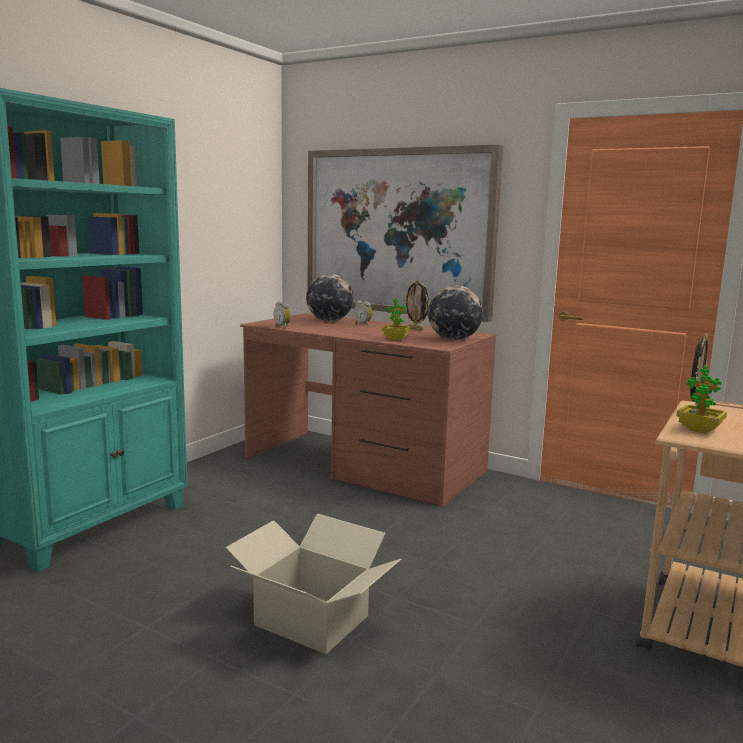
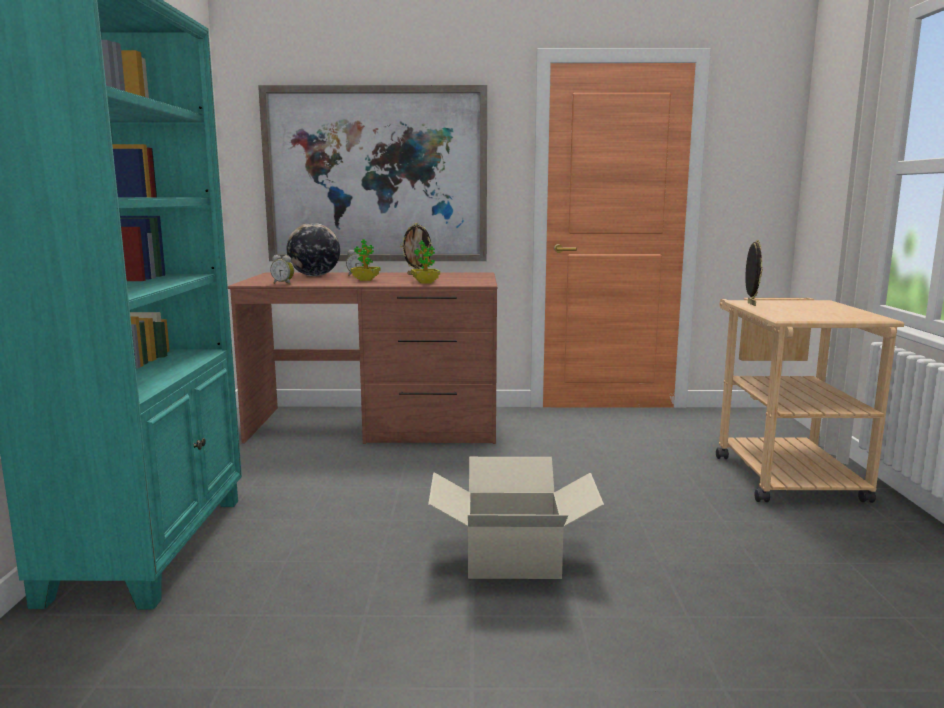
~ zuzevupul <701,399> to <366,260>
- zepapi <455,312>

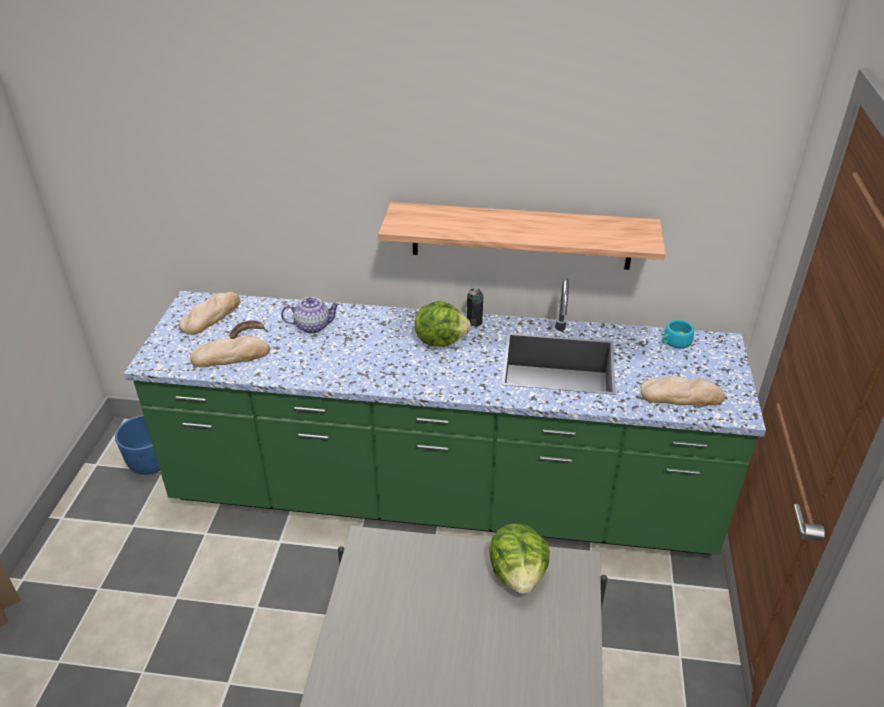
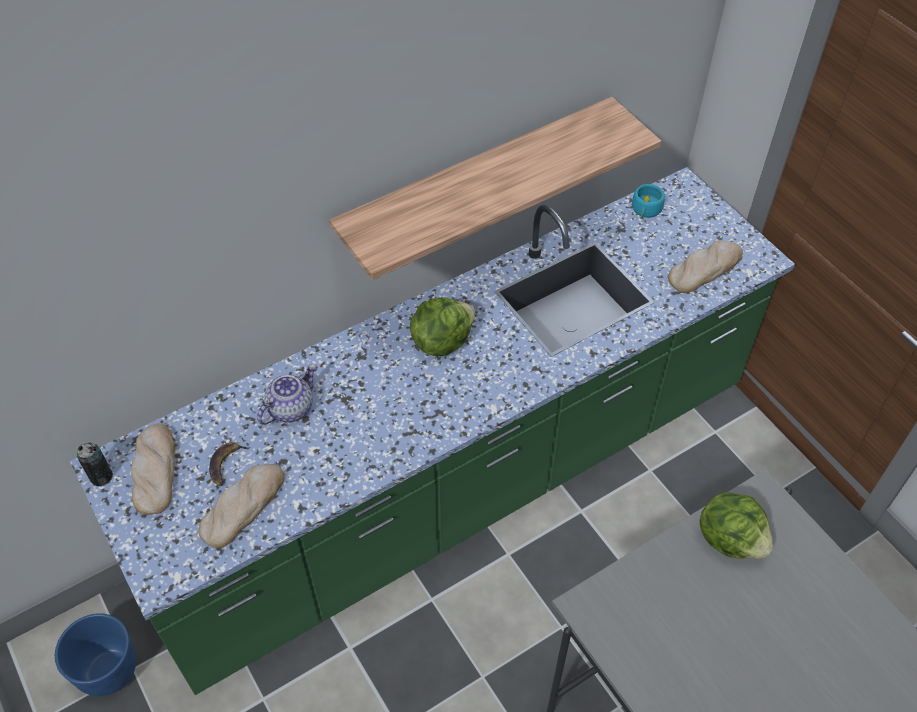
~ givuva <475,307> to <95,464>

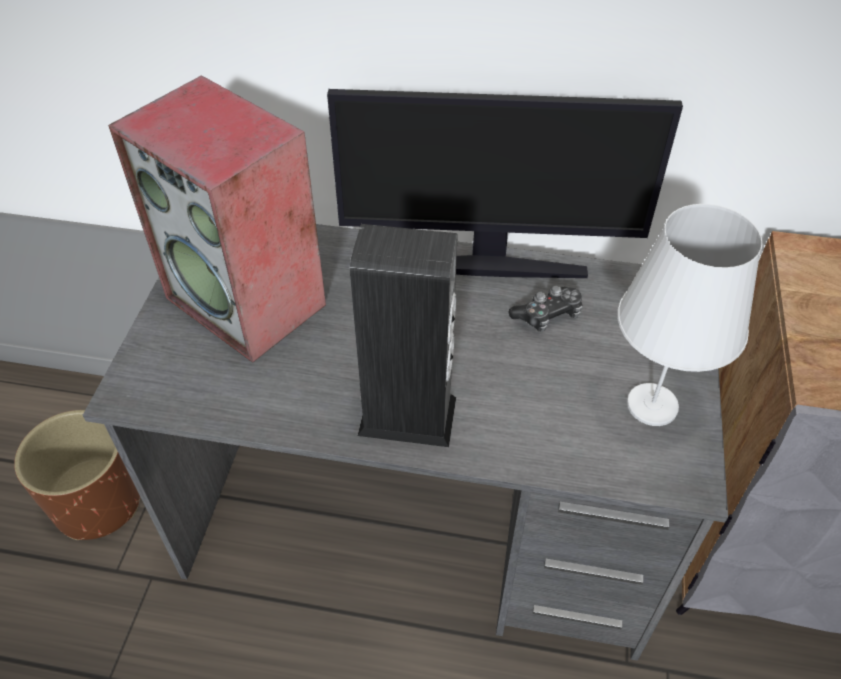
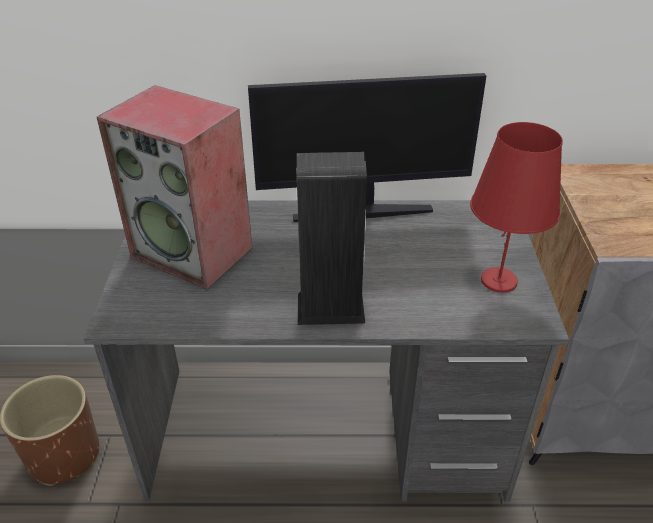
~ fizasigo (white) <690,315> to fizasigo (red) <516,207>
- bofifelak <546,308>

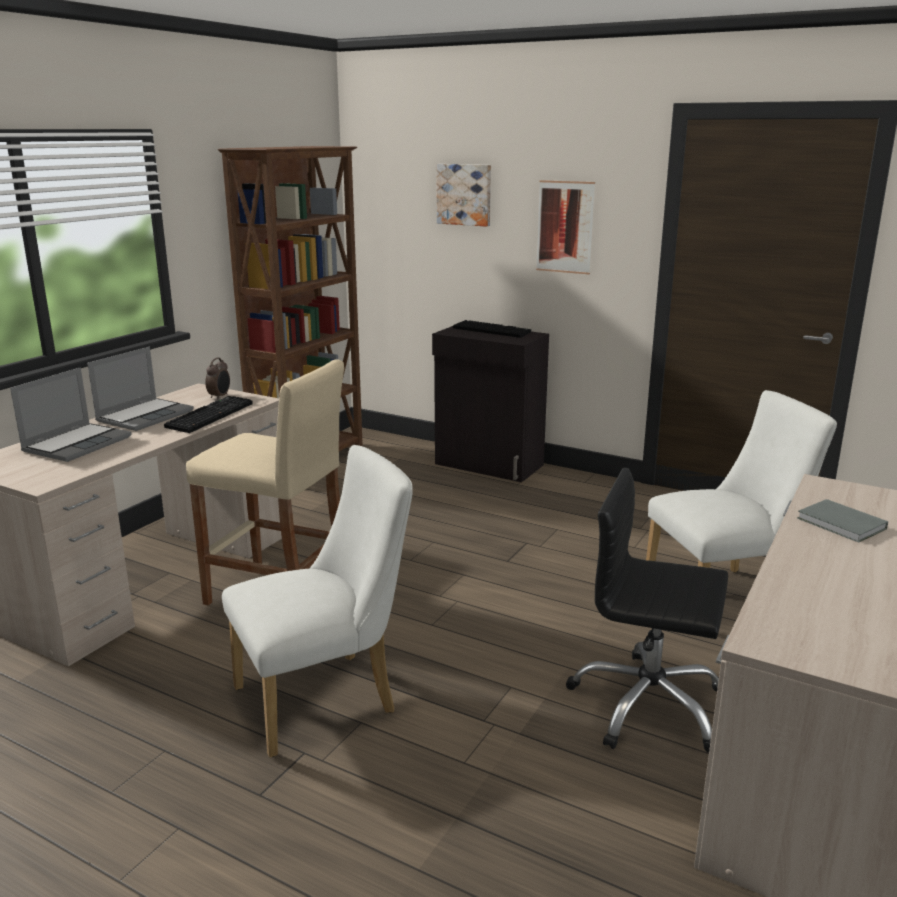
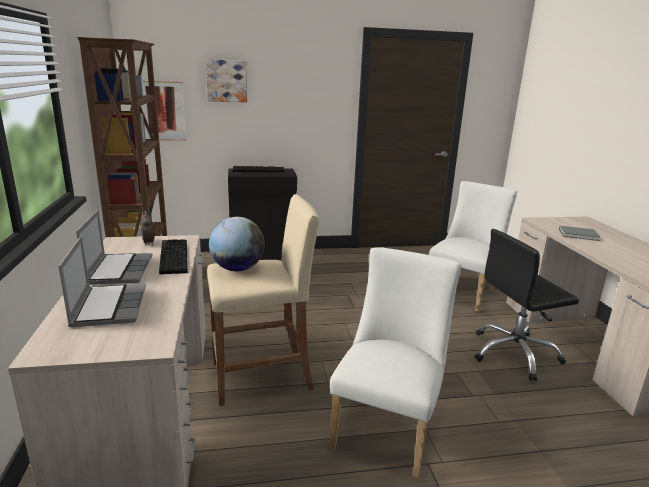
~ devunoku <565,227> to <164,111>
+ zepapi <237,244>

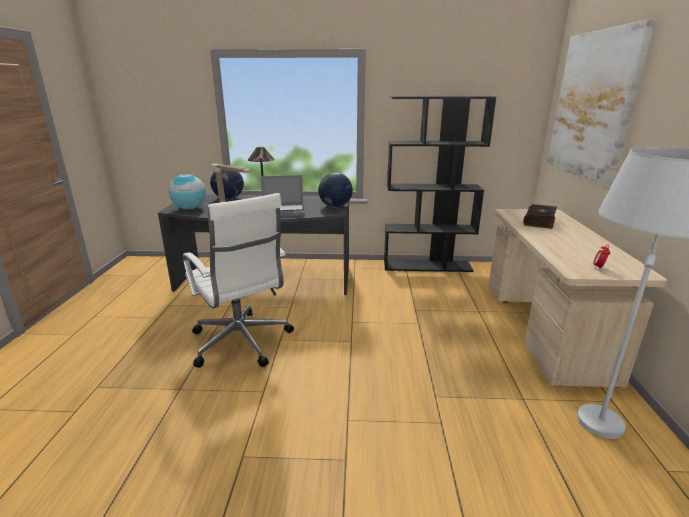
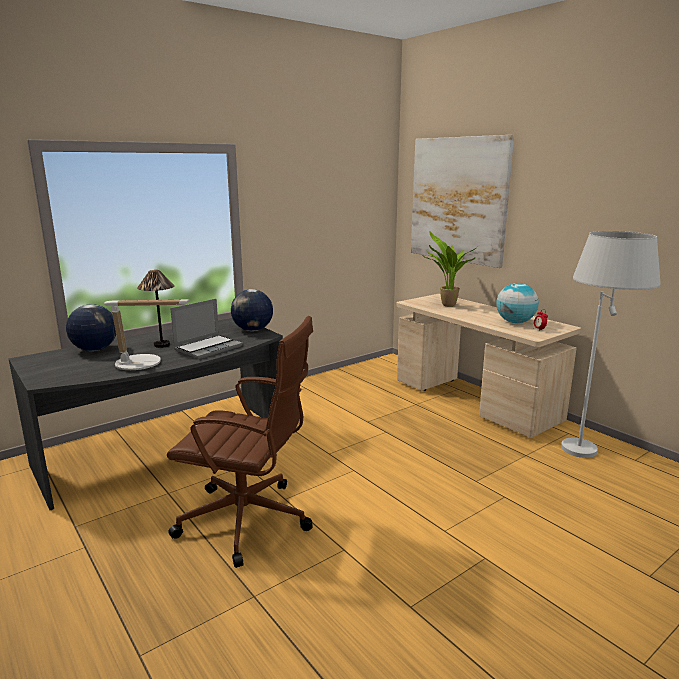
~ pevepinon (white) <238,280> to pevepinon (brown) <240,442>
~ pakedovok <540,216> to zuzevupul <450,269>
~ zepapi <187,192> to <517,303>
- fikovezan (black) <440,184>

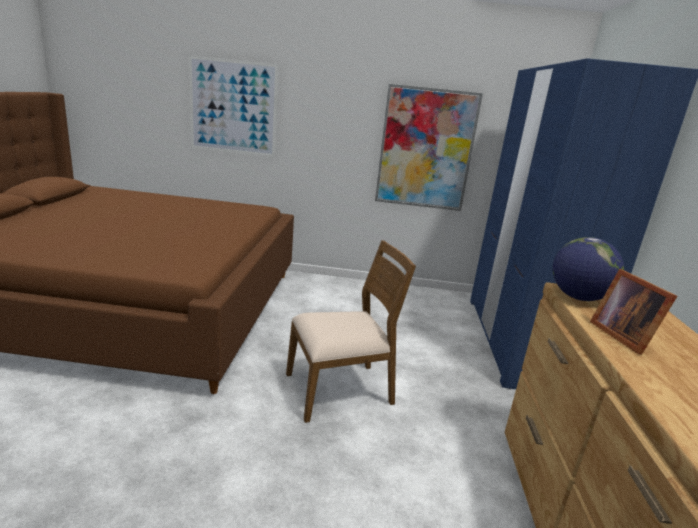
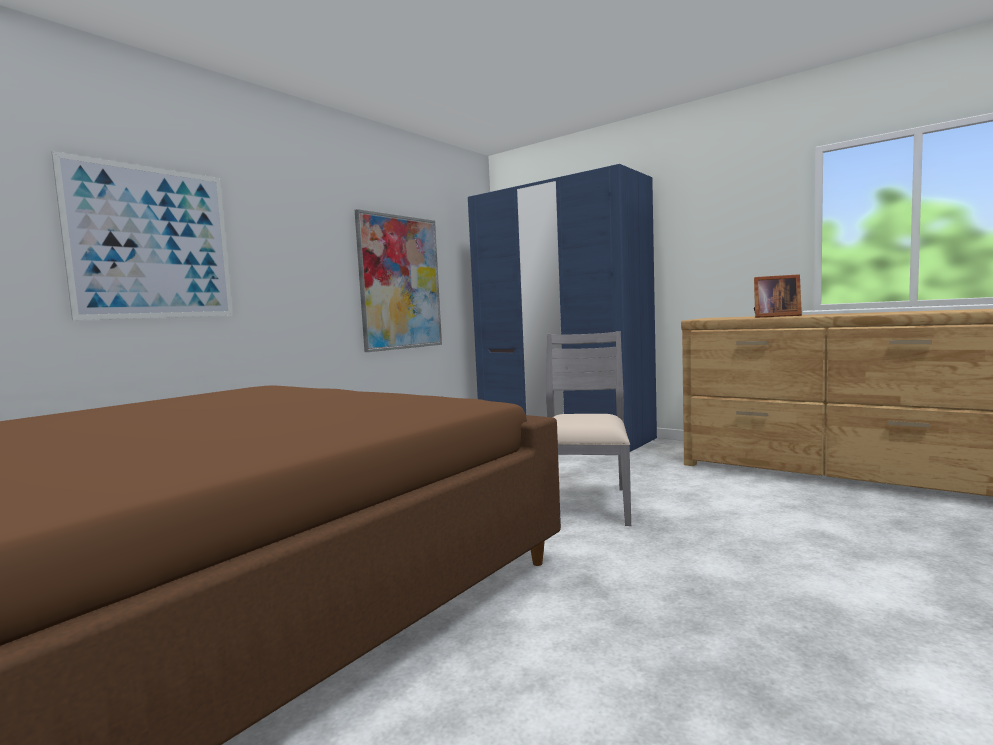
~ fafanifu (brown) <351,331> to fafanifu (grey) <588,428>
- zepapi <588,269>

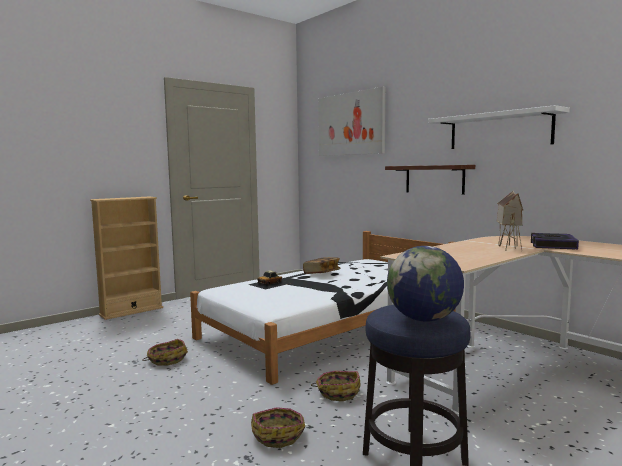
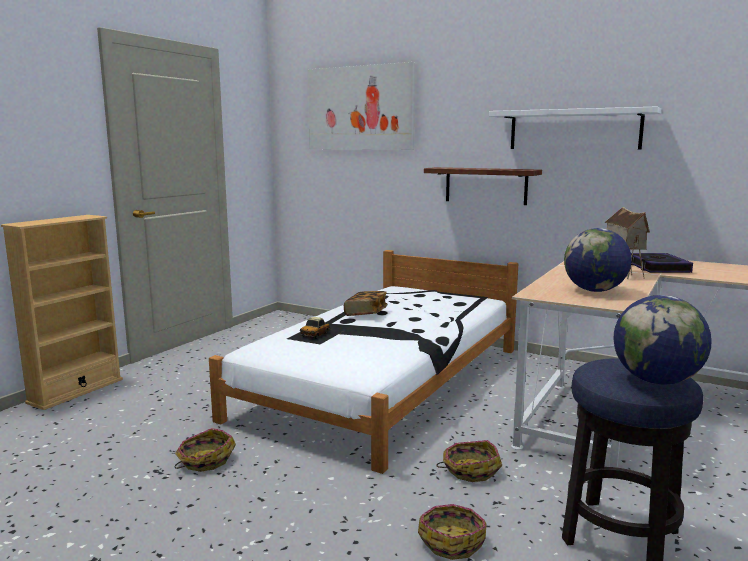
+ zepapi <597,260>

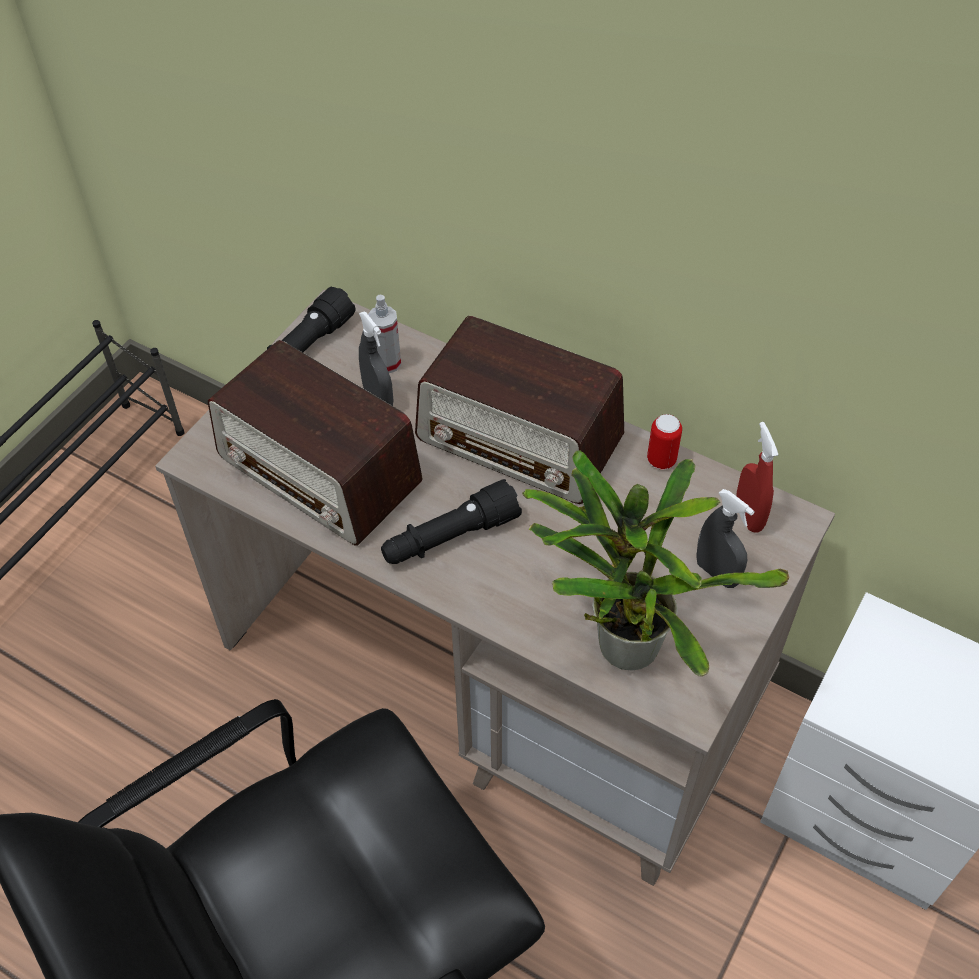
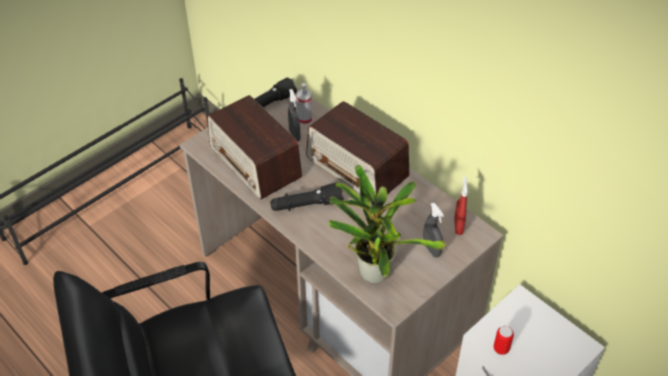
~ givuva <664,442> to <503,340>

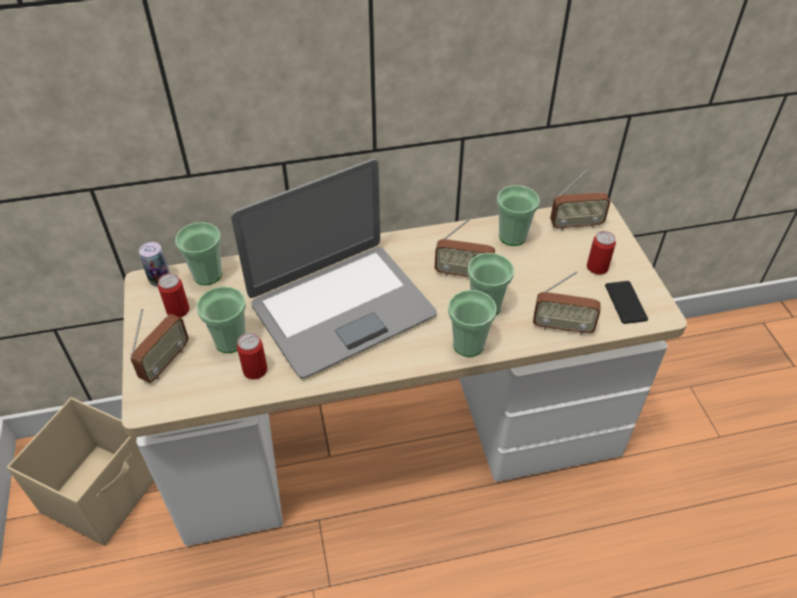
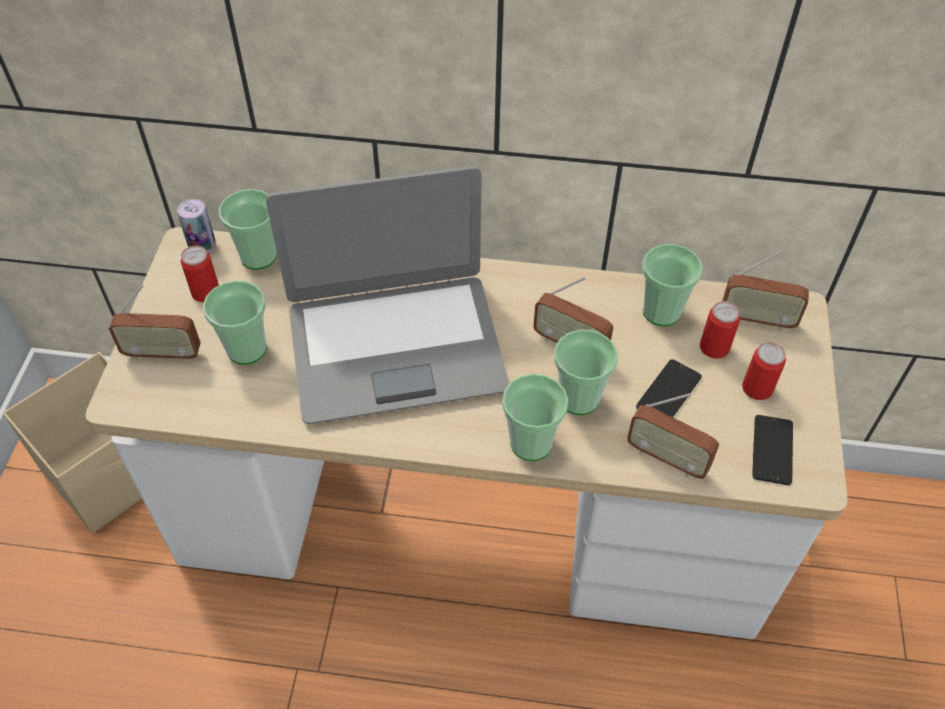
~ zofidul <159,346> = <155,323> 45 degrees clockwise
+ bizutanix <669,388>
~ givuva <252,356> to <720,330>

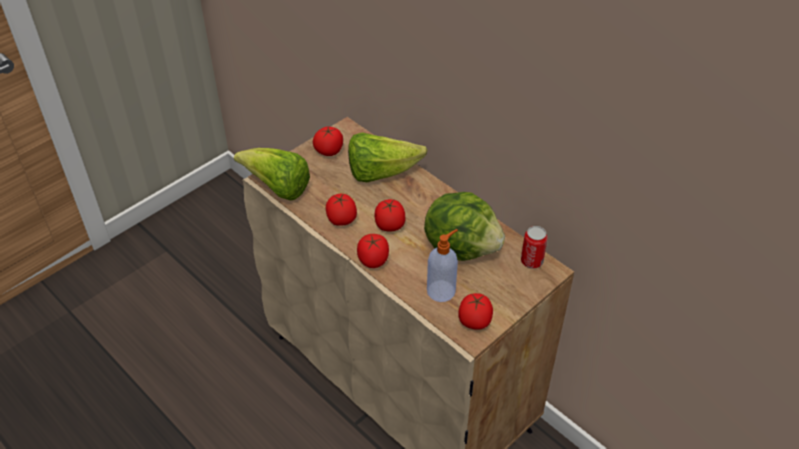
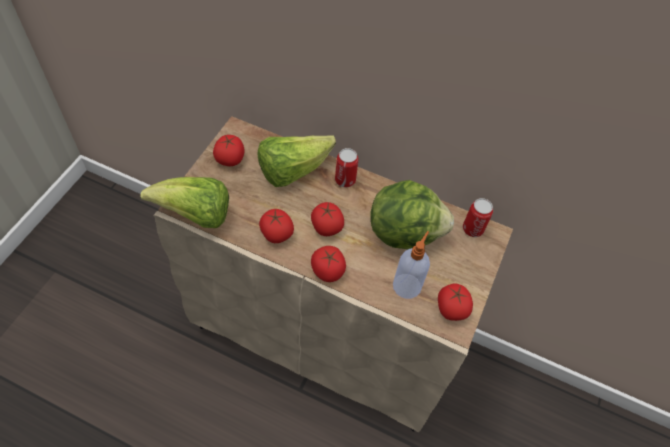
+ givuva <347,167>

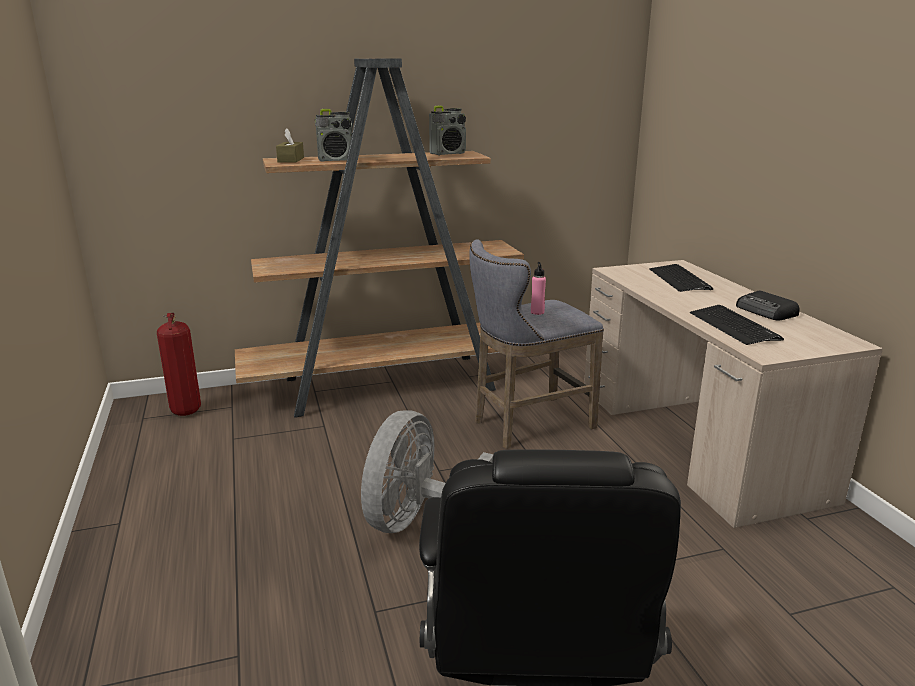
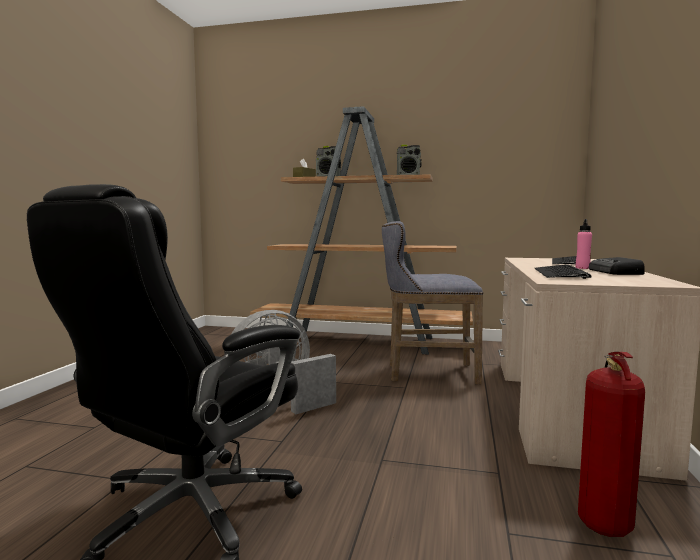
~ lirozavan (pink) <538,288> to <584,244>
~ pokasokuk <179,364> to <611,444>

